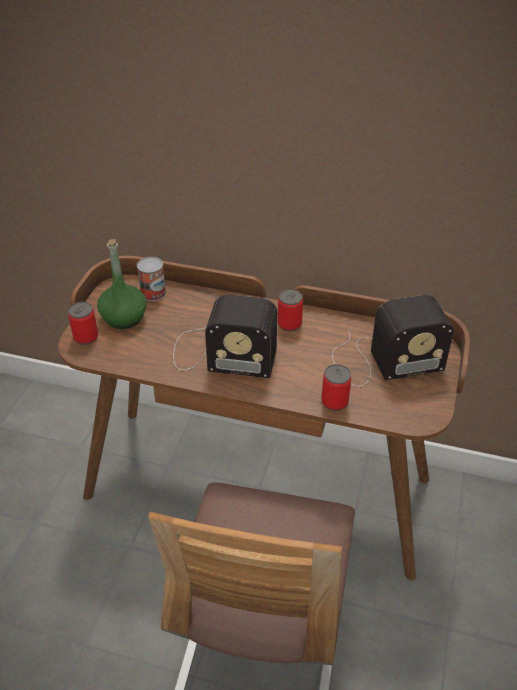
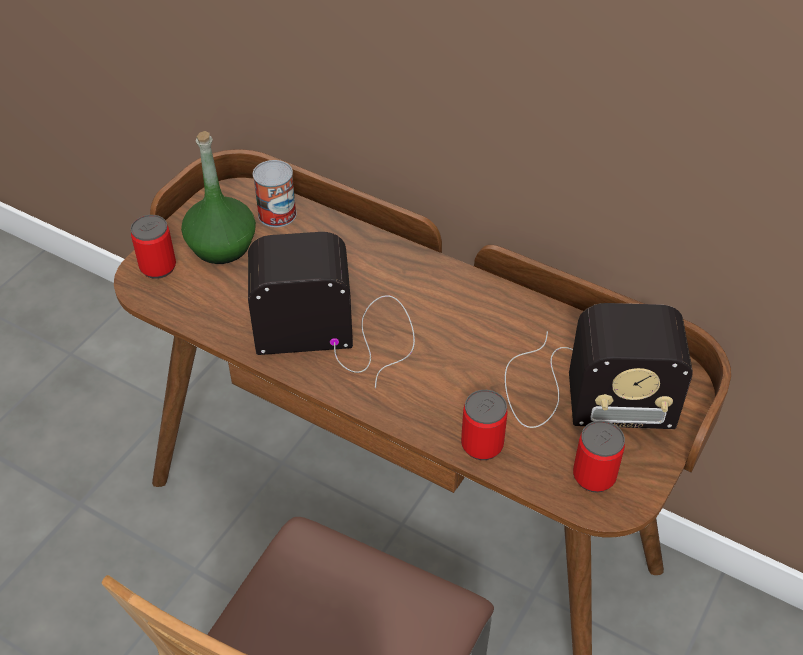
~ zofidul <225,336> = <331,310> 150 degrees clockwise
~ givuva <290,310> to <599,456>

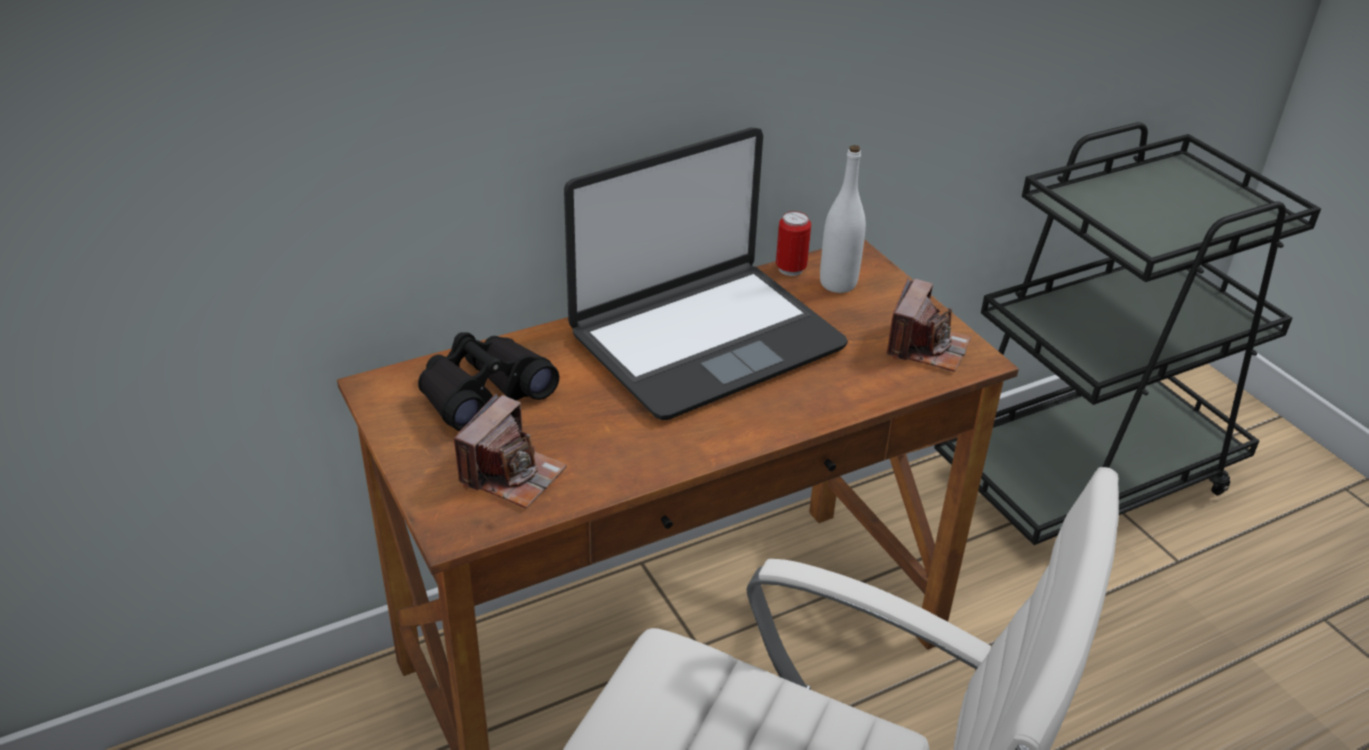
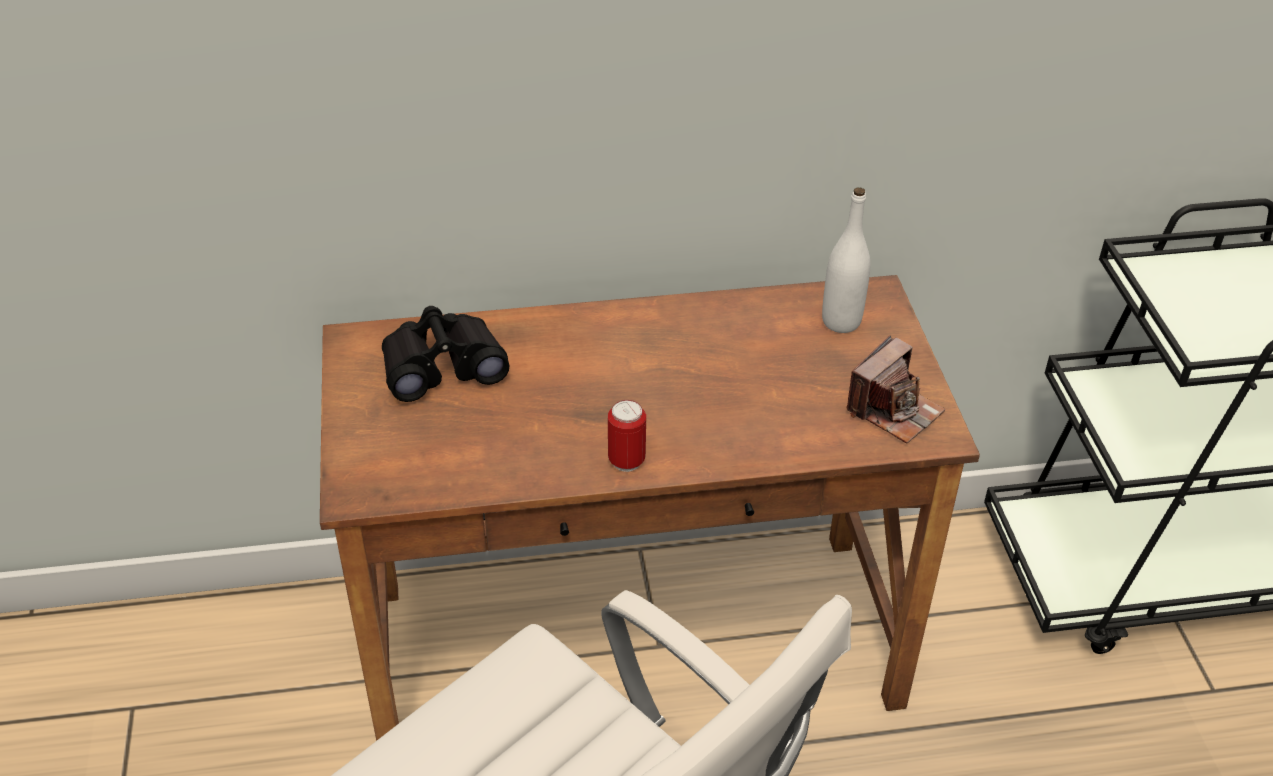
~ givuva <793,243> to <627,436>
- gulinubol <510,450>
- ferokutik <706,274>

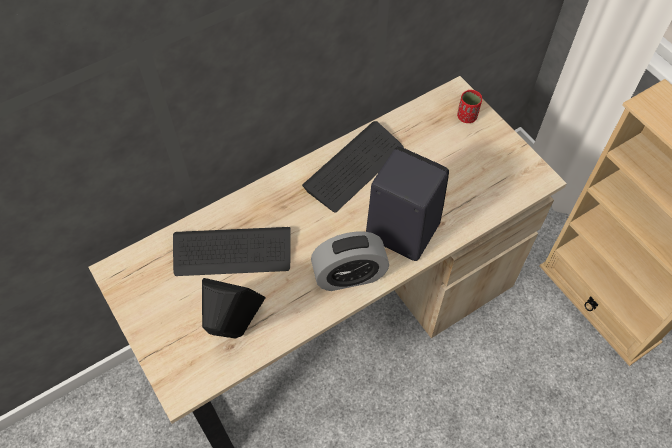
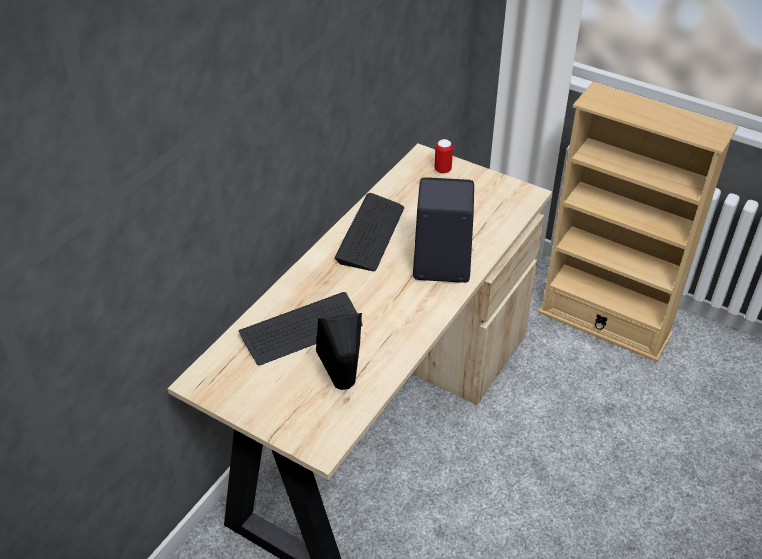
~ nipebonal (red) <469,106> to givuva <443,156>
- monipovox <350,261>

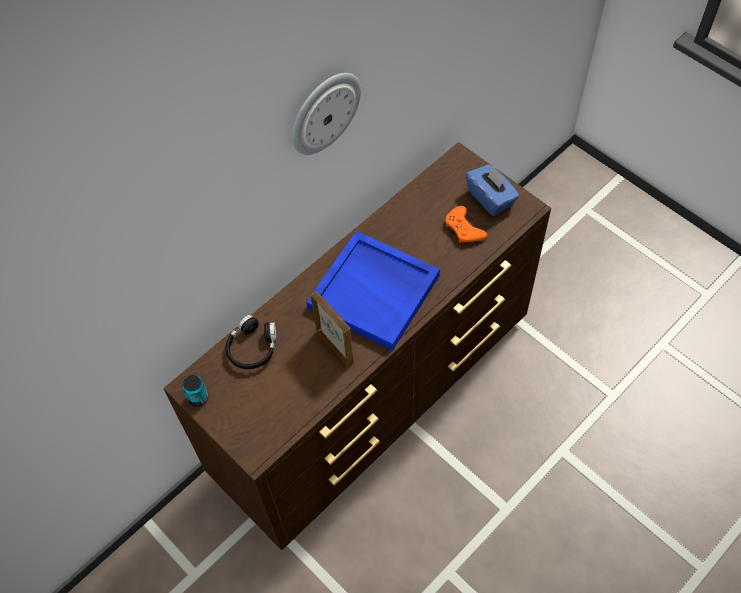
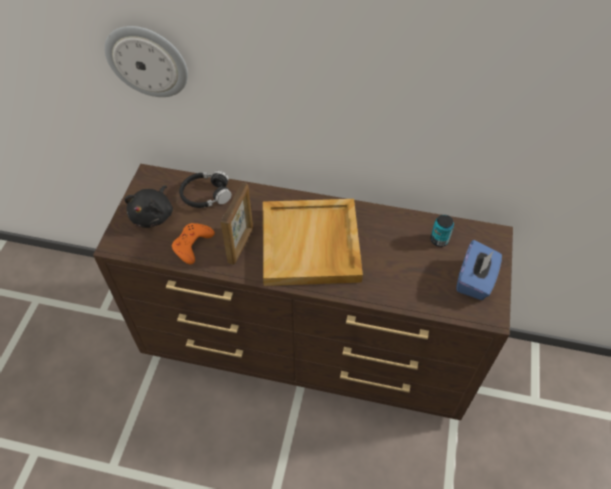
~ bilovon <326,114> to <146,61>
+ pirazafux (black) <149,206>
~ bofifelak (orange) <466,224> to <193,243>
~ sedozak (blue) <373,291> to sedozak (beige) <313,242>
~ givuva <195,391> to <442,231>

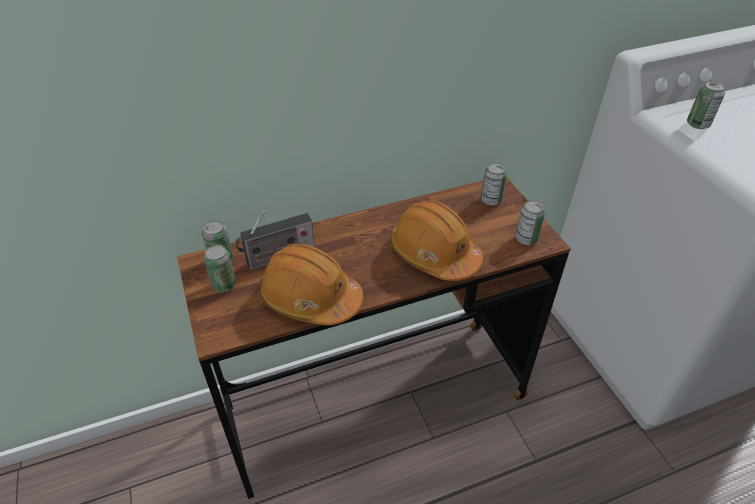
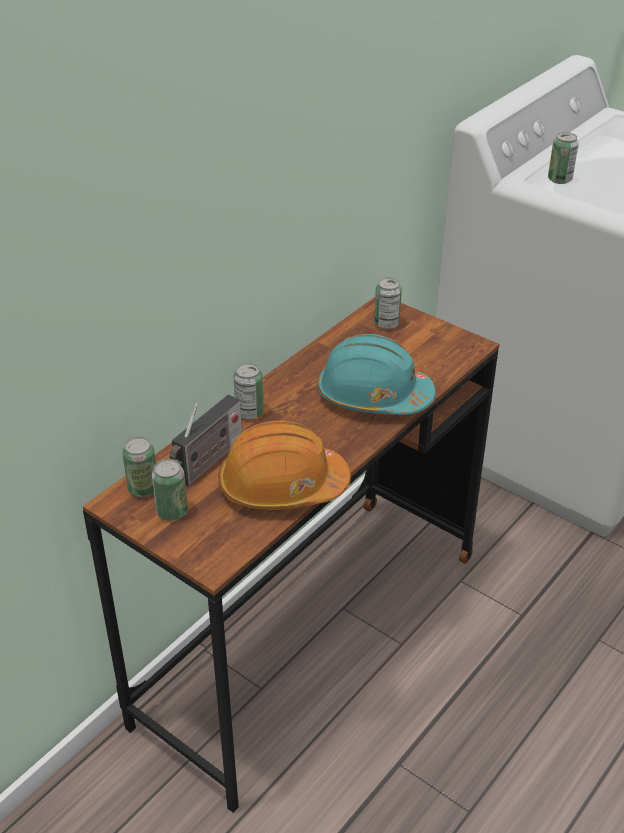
~ givuva <530,222> to <249,391>
~ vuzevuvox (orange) <436,240> to vuzevuvox (turquoise) <376,374>

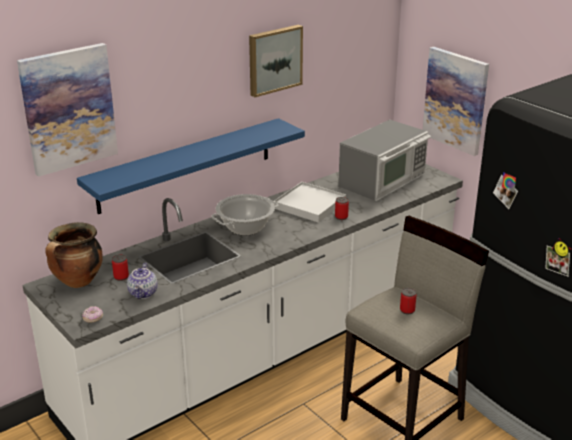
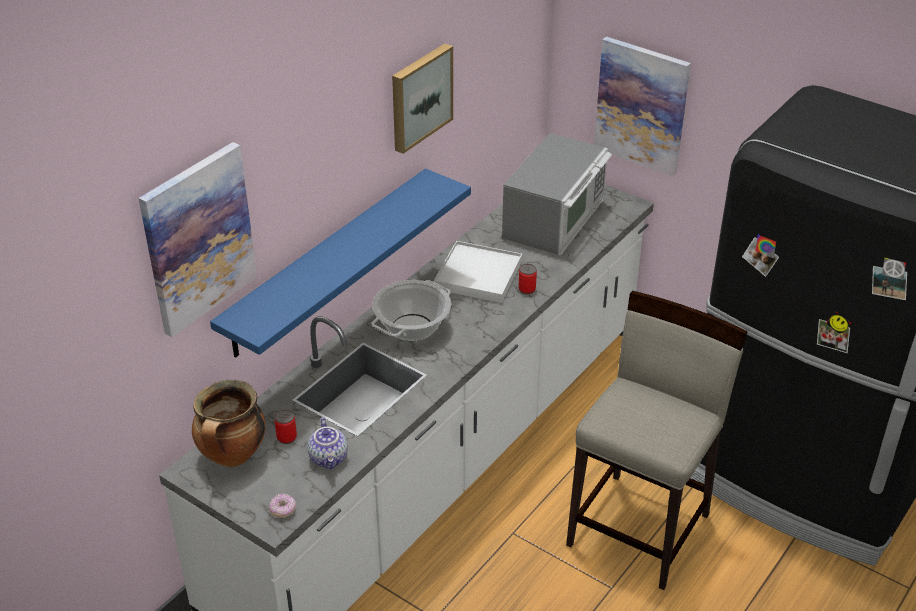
- givuva <408,301>

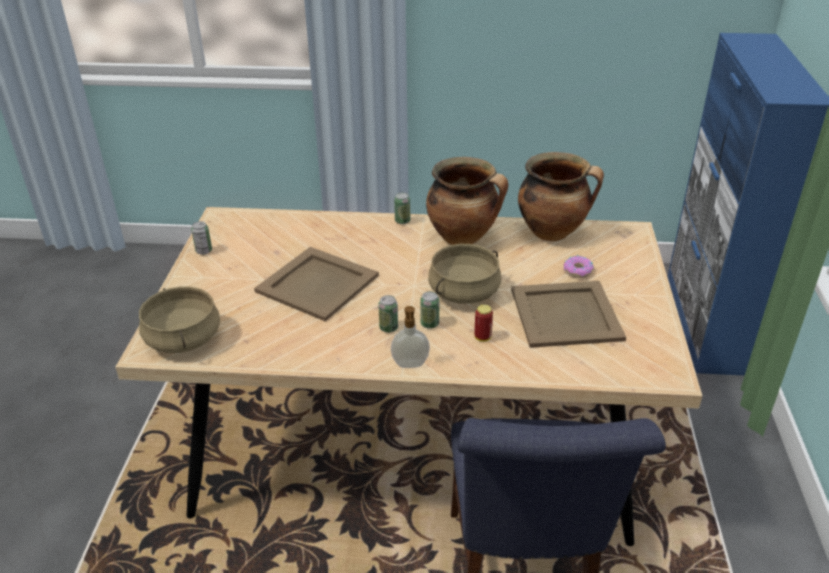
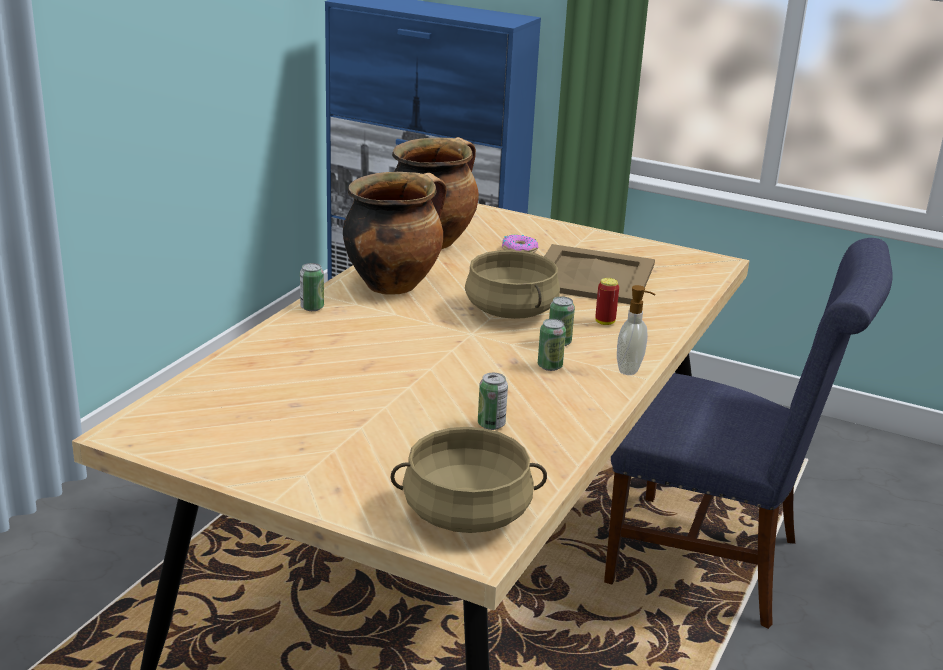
~ givuva <201,238> to <493,401>
- sedozak (beige) <316,284>

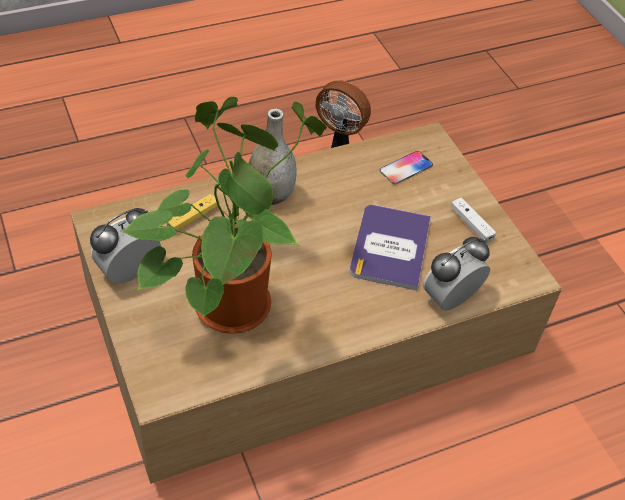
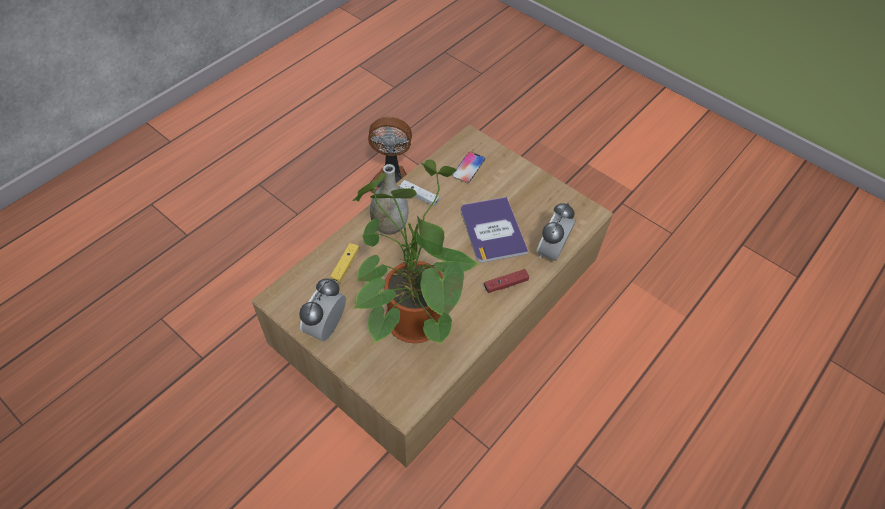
~ bofifelak (white) <473,220> to <419,193>
+ bofifelak (red) <506,281>

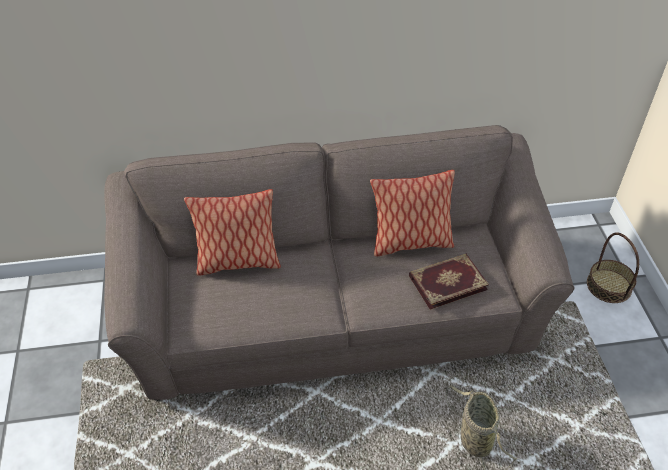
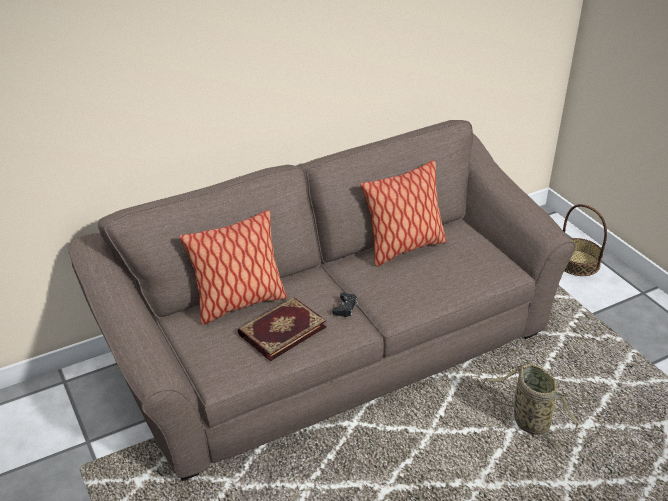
~ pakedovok <449,281> to <282,329>
+ bofifelak (black) <345,304>

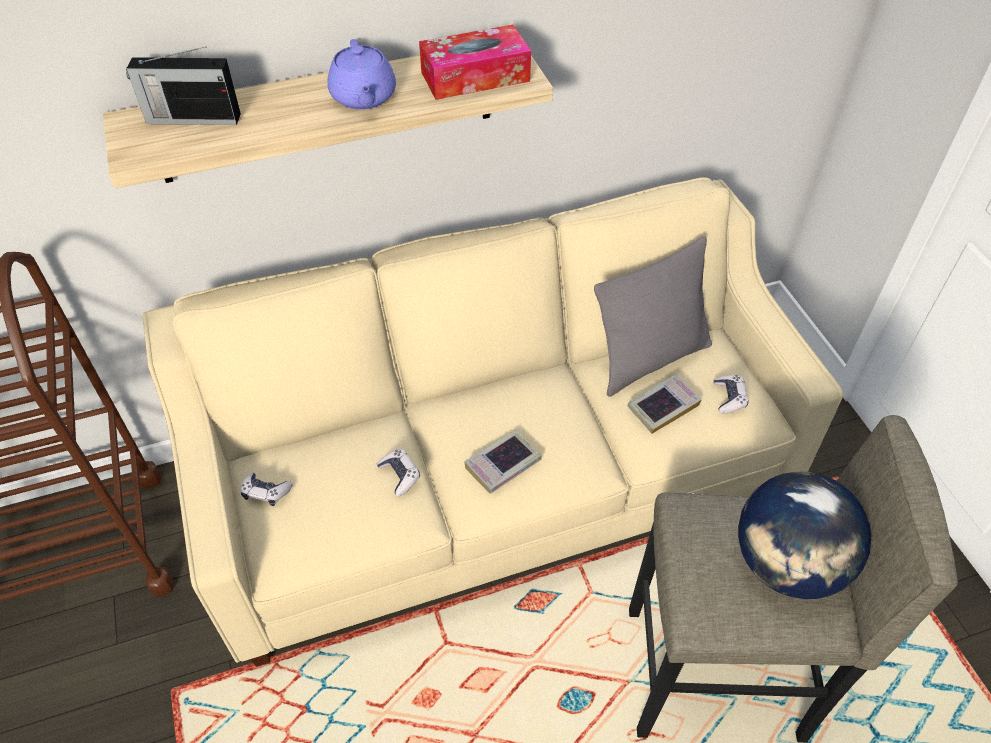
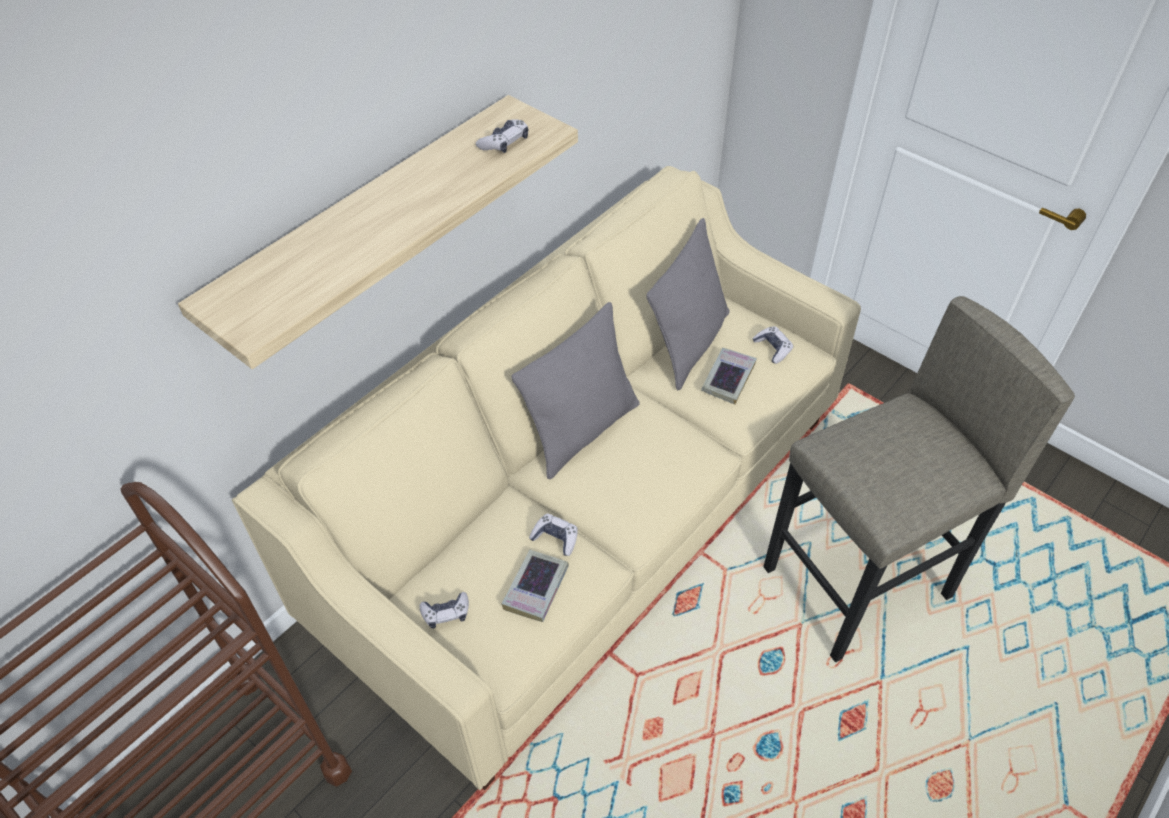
~ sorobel <475,62> to bofifelak <502,136>
~ pakedovok <502,462> to <535,585>
+ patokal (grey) <576,390>
- zofidul <183,86>
- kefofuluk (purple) <361,74>
- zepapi <804,535>

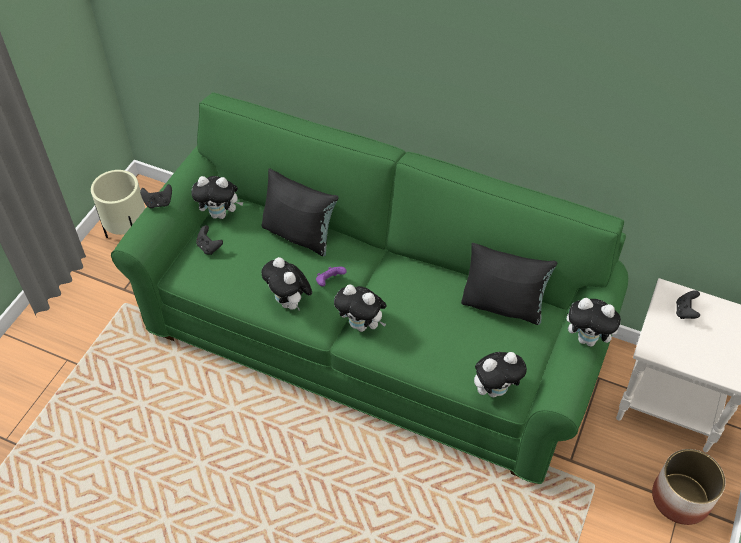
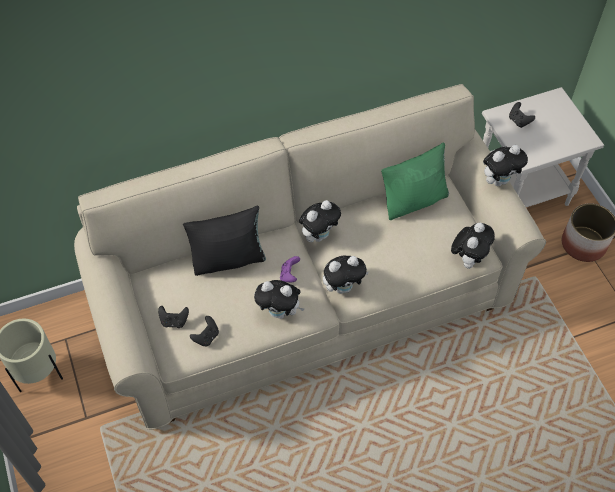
~ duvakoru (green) <369,288> to duvakoru (beige) <310,257>
~ bofifelak (black) <156,196> to <204,331>
~ pirazafux <217,197> to <320,221>
~ patokal (black) <509,284> to patokal (green) <415,181>

